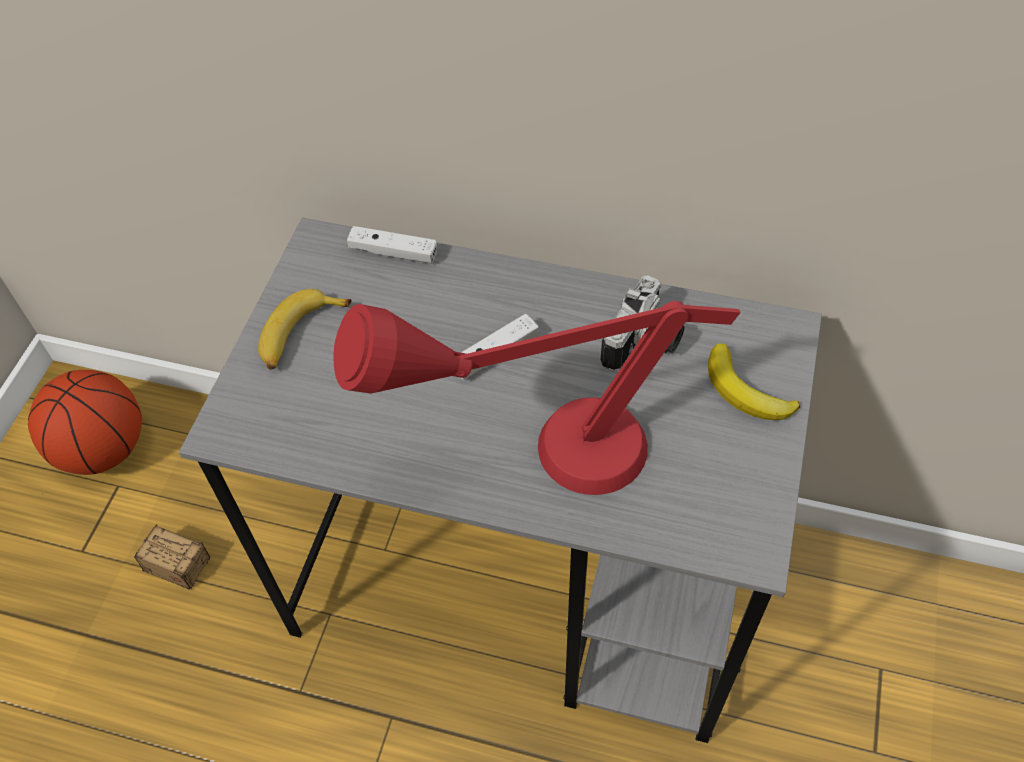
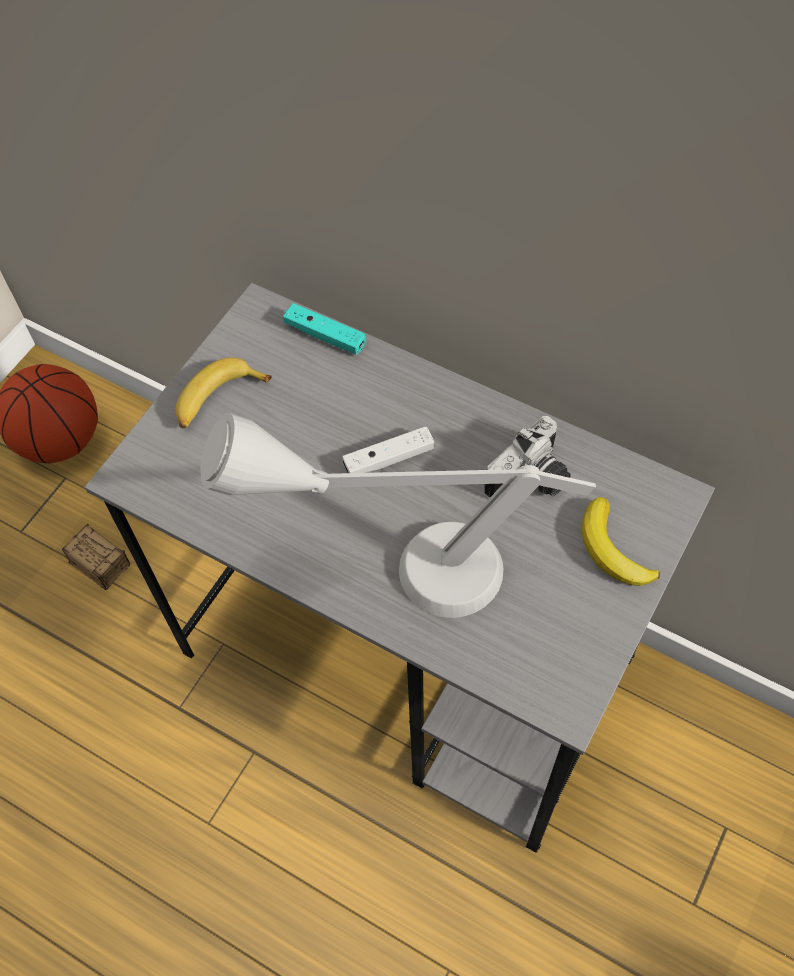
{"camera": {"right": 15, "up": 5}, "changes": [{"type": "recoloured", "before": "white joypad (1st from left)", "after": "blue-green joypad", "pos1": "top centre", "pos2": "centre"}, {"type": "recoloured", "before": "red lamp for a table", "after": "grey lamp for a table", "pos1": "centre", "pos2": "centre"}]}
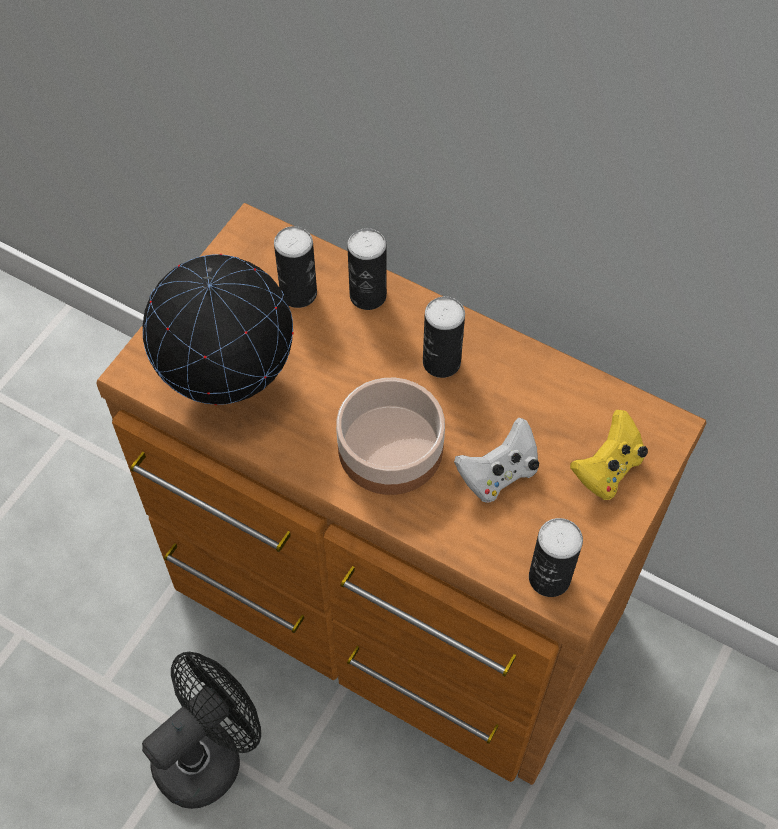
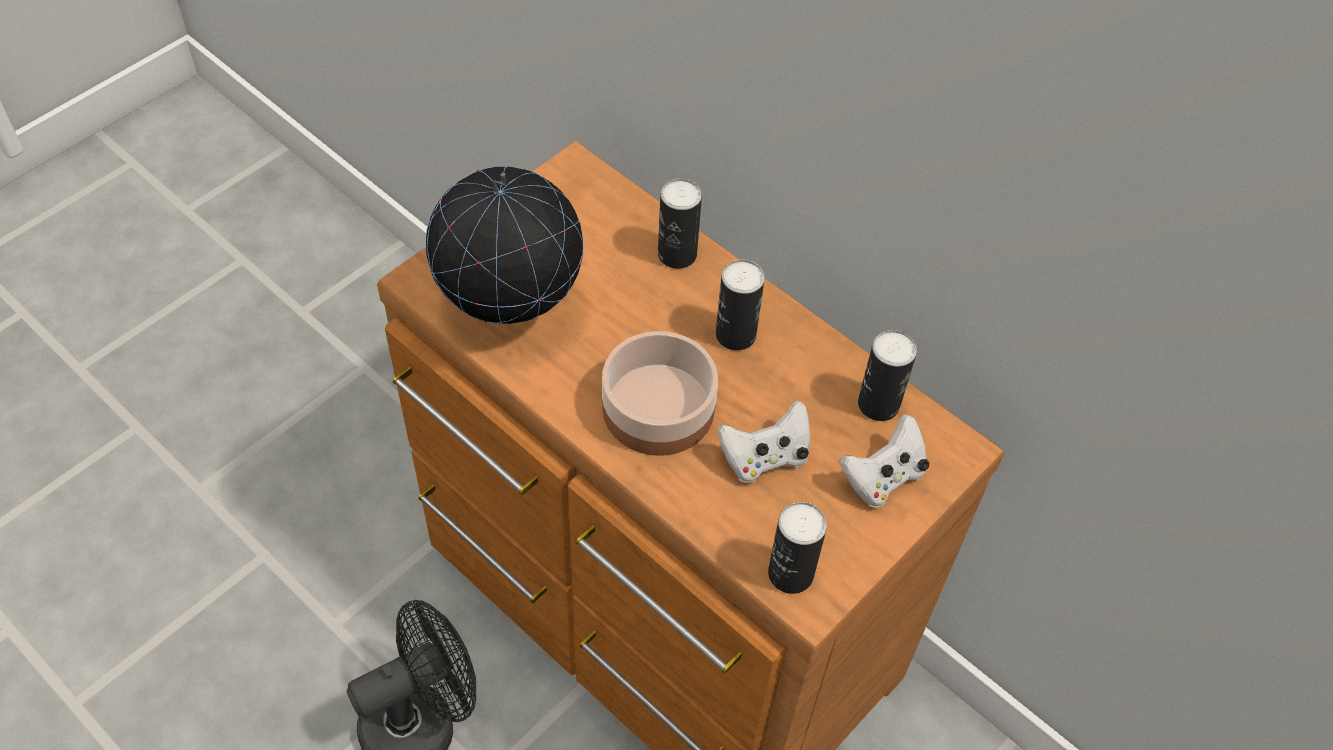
{"camera": {"right": 10, "up": -5}, "changes": [{"type": "moved", "before": "can (1st from left in the first image)", "after": "can (4th from left)", "pos1": "top centre", "pos2": "centre"}, {"type": "recoloured", "before": "yellow-coloured joypad", "after": "white joypad (2nd from left)", "pos1": "middle right", "pos2": "centre"}]}
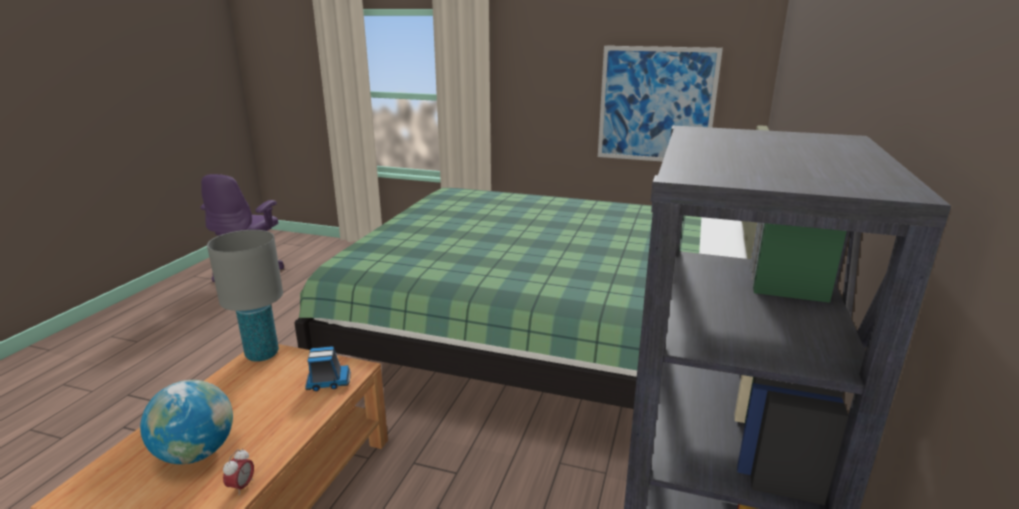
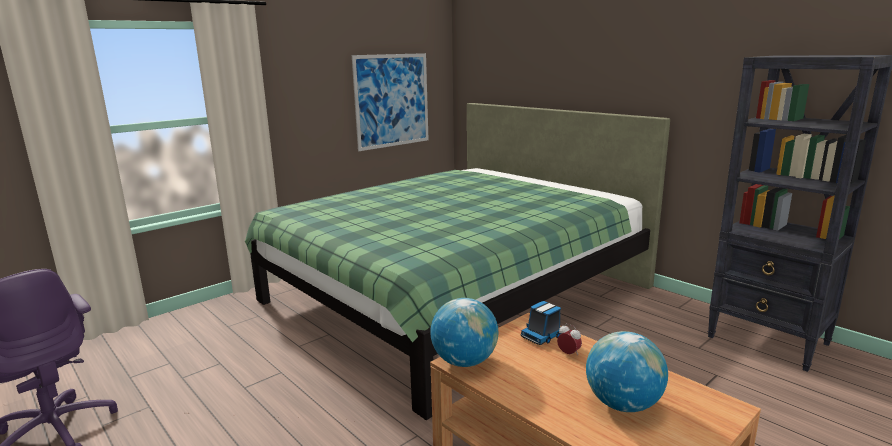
{"camera": {"right": -60, "up": -5}, "changes": [{"type": "replaced", "before": "grey lamp for a table", "after": "desk globe (1st from left)", "pos1": "middle left", "pos2": "bottom centre"}, {"type": "turned", "before": "model truck", "pos1": "bottom left", "pos2": "bottom centre", "turn": -150}, {"type": "moved", "before": "table clock", "pos1": "bottom left", "pos2": "bottom centre"}]}
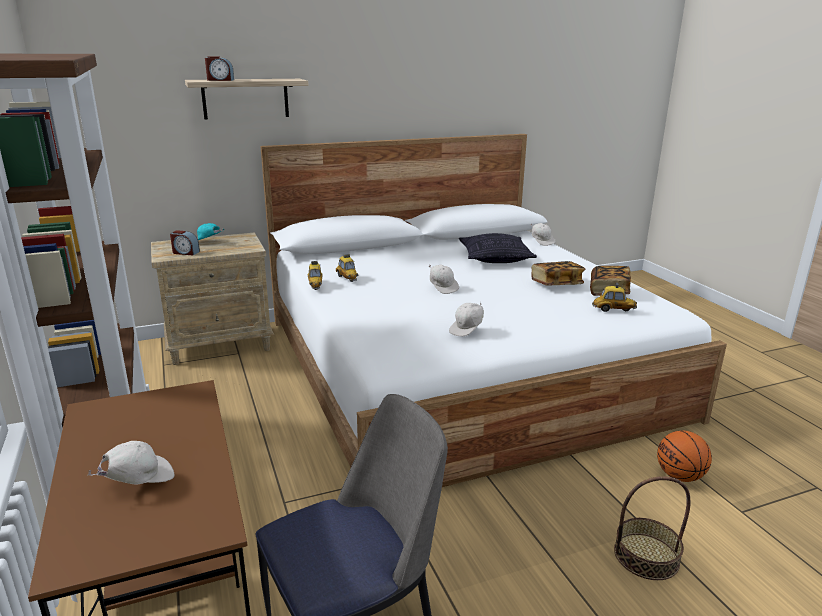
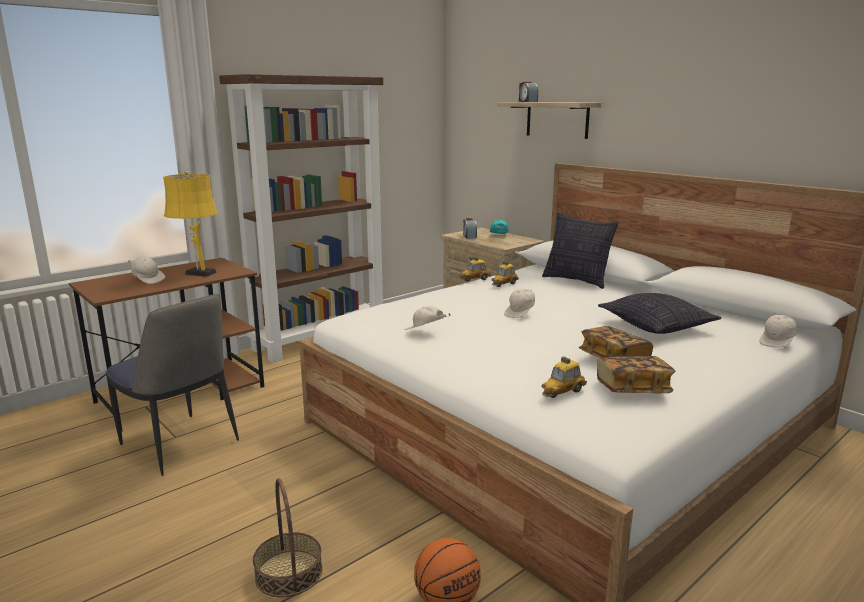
{"camera": {"right": 70, "up": -5}, "changes": [{"type": "turned", "before": "model car (3rd from left)", "pos1": "middle right", "pos2": "centre", "turn": 60}, {"type": "added", "after": "yellow-coloured lamp for a table", "pos2": "middle left"}, {"type": "added", "after": "pillow (1st from left)", "pos2": "middle right"}]}
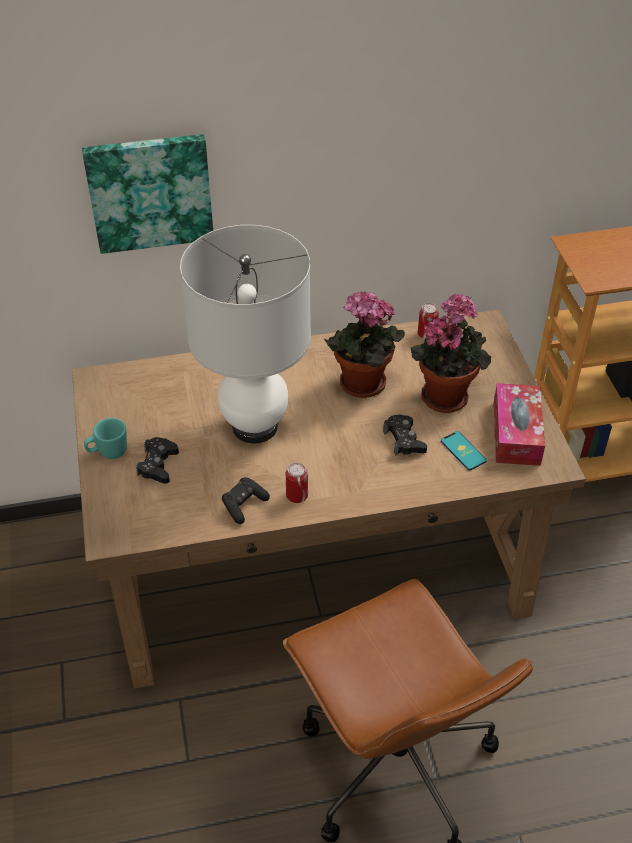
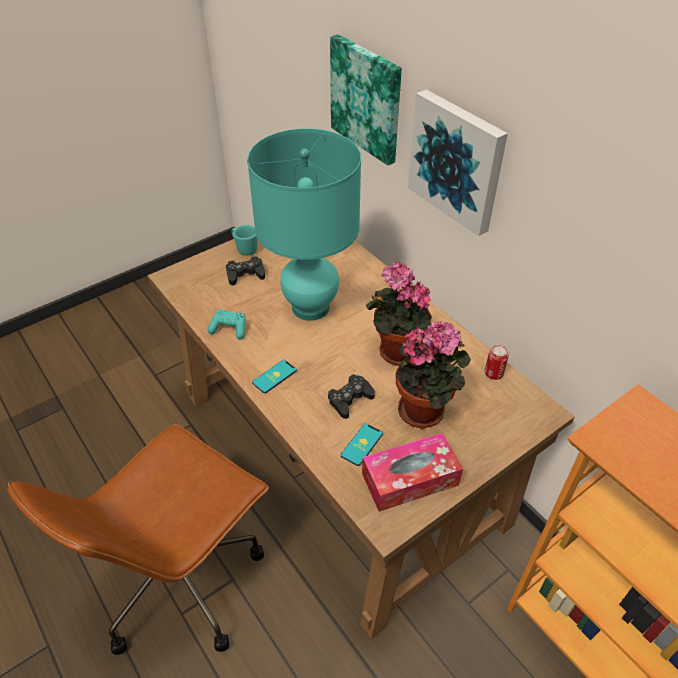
{"camera": {"right": 65, "up": 0}, "changes": [{"type": "recoloured", "before": "white lamp for a table", "after": "blue-green lamp for a table", "pos1": "centre", "pos2": "top centre"}, {"type": "removed", "before": "can (1st from left)", "pos1": "centre"}, {"type": "recoloured", "before": "black-coloured joypad (2nd from left)", "after": "blue-green joypad", "pos1": "centre", "pos2": "centre"}, {"type": "added", "after": "wall picture (2nd from left)", "pos2": "top right"}, {"type": "added", "after": "telephone (1st from left)", "pos2": "centre"}]}
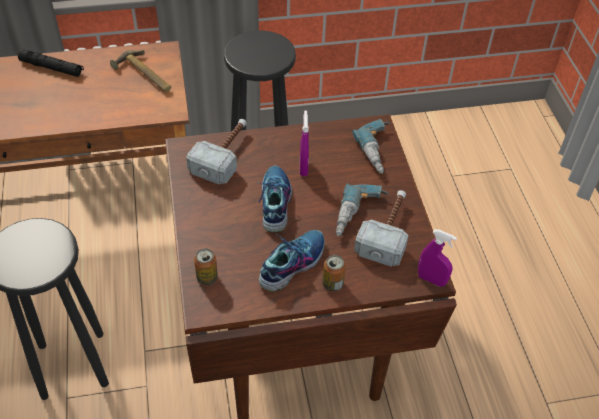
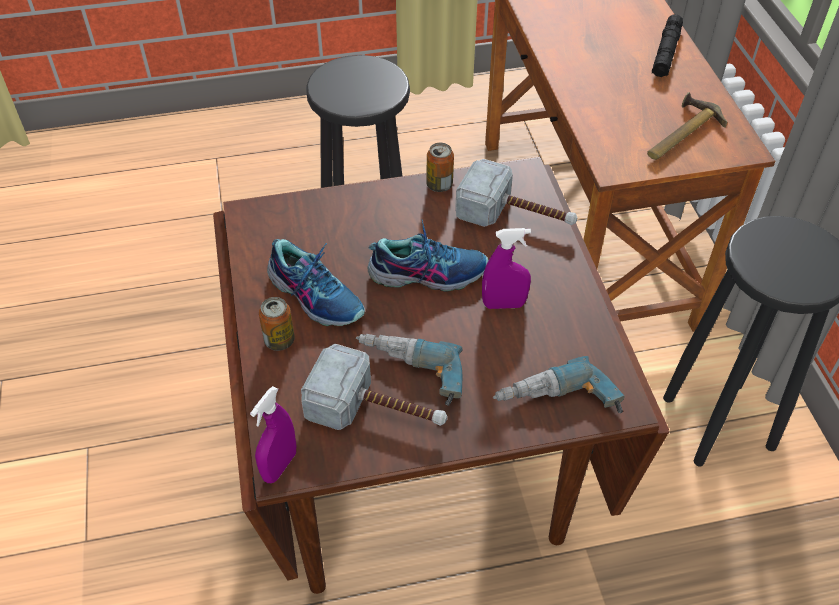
{"camera": {"right": 90, "up": 0}, "changes": [{"type": "moved", "before": "can (1st from left in the first image)", "after": "can (2nd from left)", "pos1": "centre", "pos2": "top centre"}]}
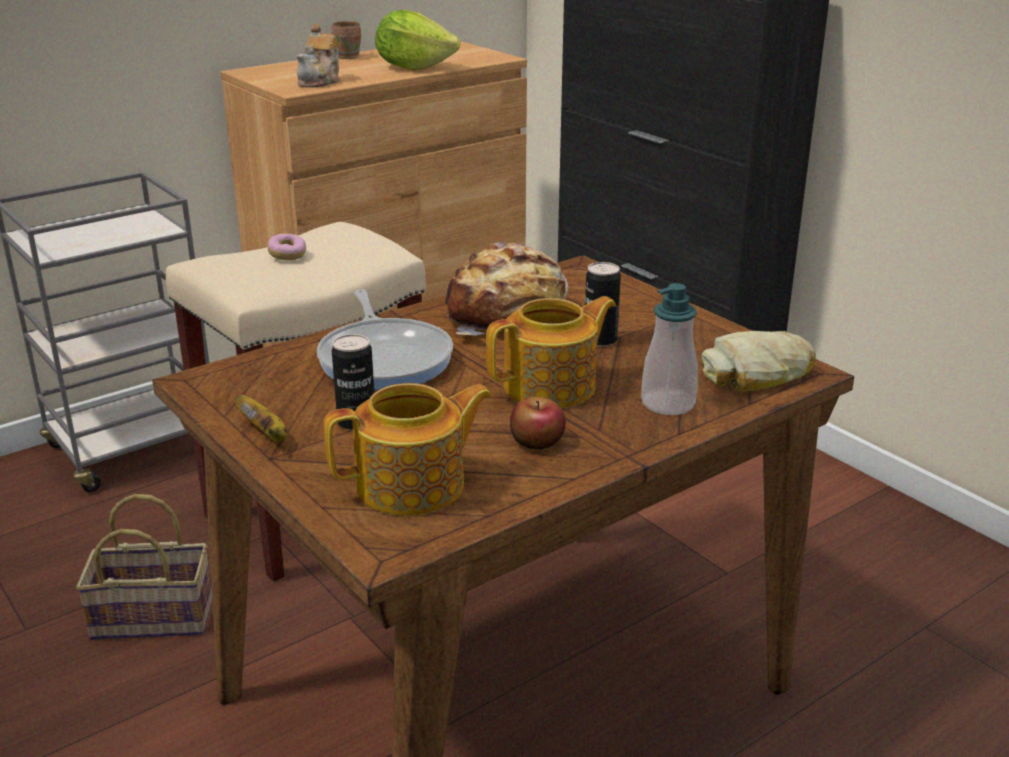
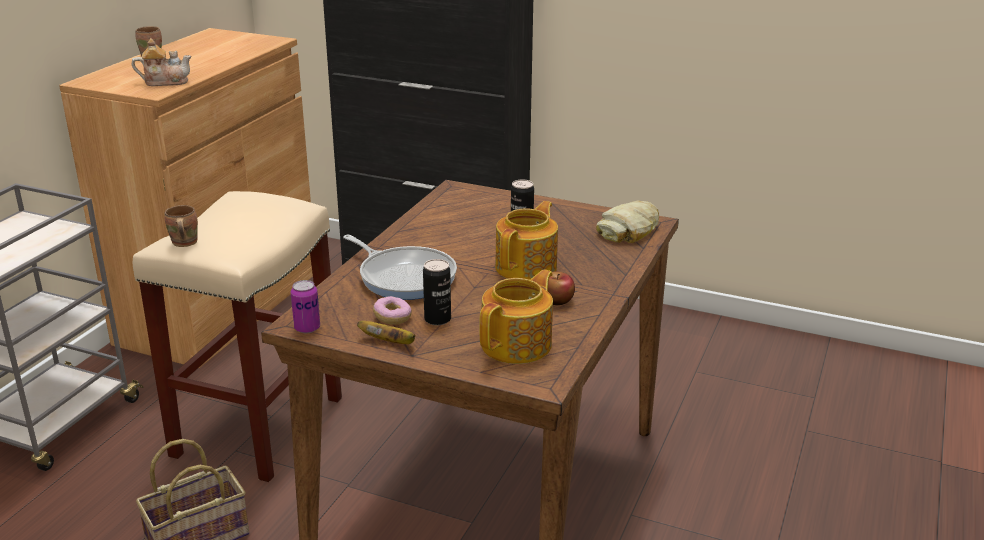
{"camera": {"right": -30, "up": 0}, "changes": [{"type": "removed", "before": "lettuce", "pos1": "top centre"}, {"type": "turned", "before": "tea pot (1st from left)", "pos1": "top left", "pos2": "top left", "turn": -90}, {"type": "moved", "before": "doughnut", "pos1": "top left", "pos2": "centre"}, {"type": "removed", "before": "bread (1st from left)", "pos1": "centre"}, {"type": "removed", "before": "liquid soap bottle", "pos1": "centre"}, {"type": "added", "after": "brownish tea mug (2nd from left)", "pos2": "middle left"}, {"type": "added", "after": "can (1st from left)", "pos2": "middle left"}]}
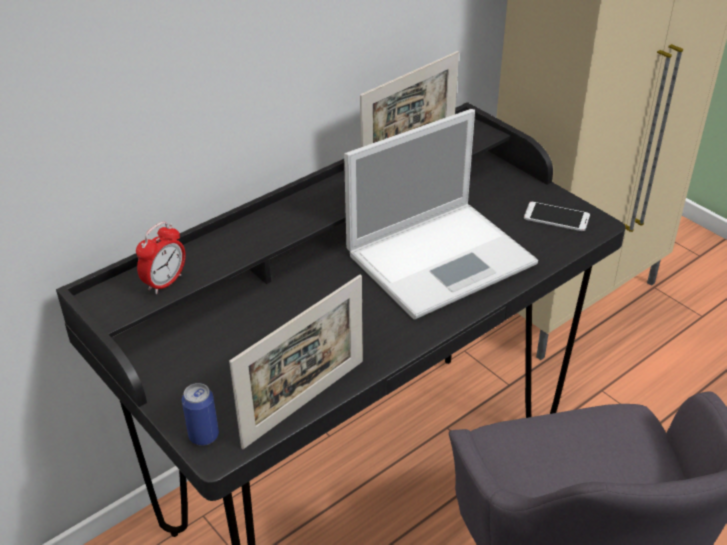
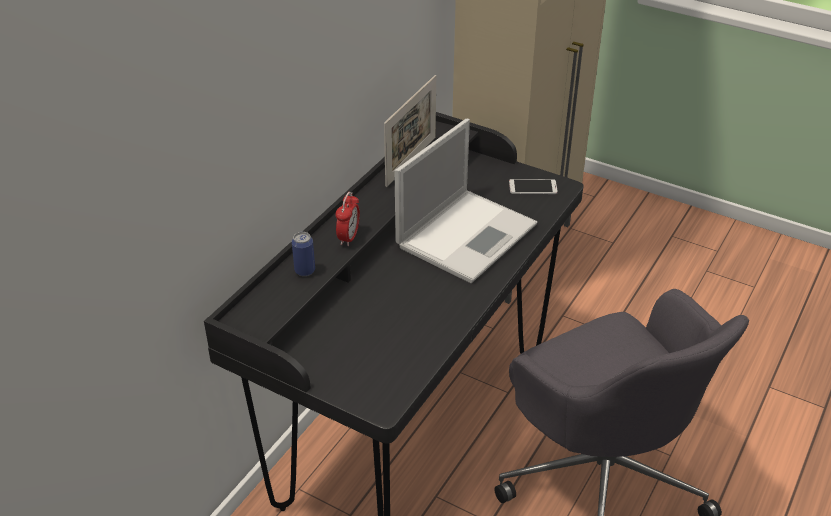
{"camera": {"right": -20, "up": 0}, "changes": [{"type": "moved", "before": "table clock", "pos1": "middle left", "pos2": "centre"}, {"type": "removed", "before": "standing frame (1st from left)", "pos1": "centre"}, {"type": "moved", "before": "can", "pos1": "bottom left", "pos2": "centre"}]}
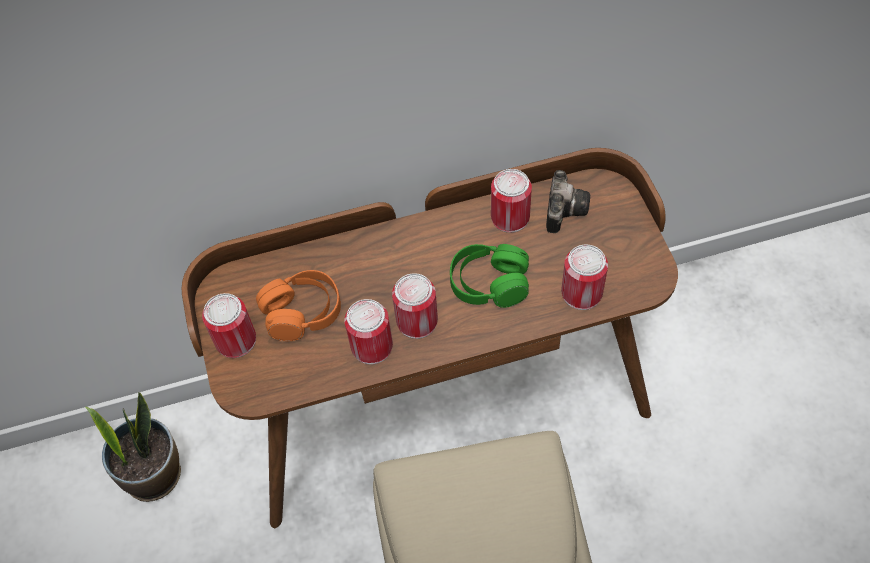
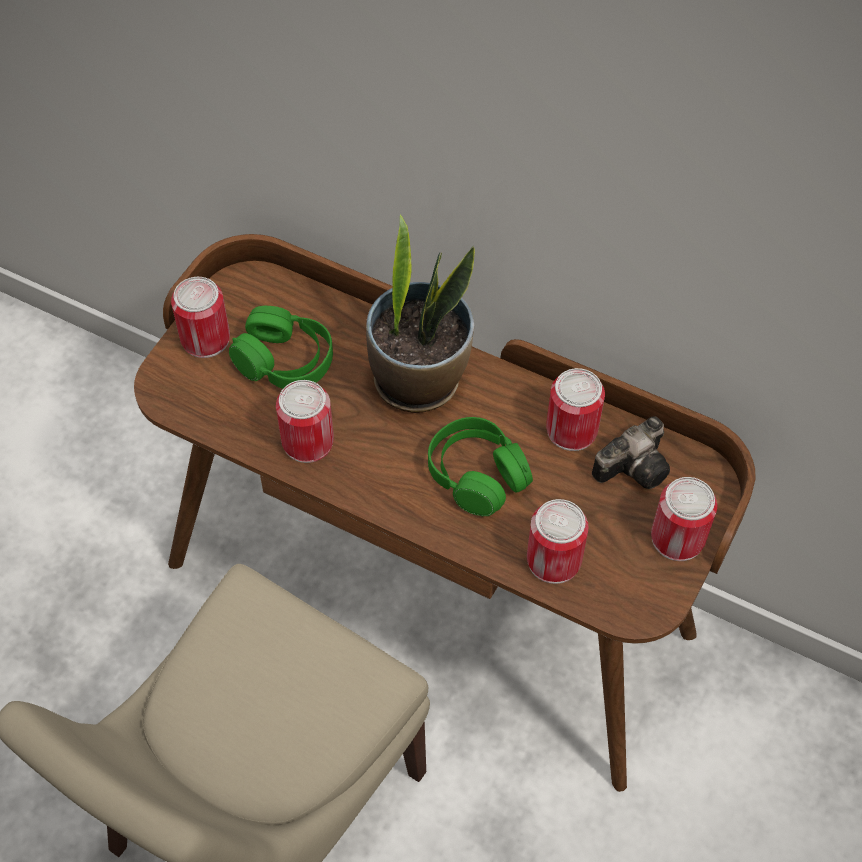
{"camera": {"right": 40, "up": 0}, "changes": [{"type": "recoloured", "before": "orange-coloured headphones", "after": "greenish headphones (1st from left)", "pos1": "centre", "pos2": "middle left"}, {"type": "moved", "before": "can (3rd from left in the first image)", "after": "can (5th from left)", "pos1": "centre", "pos2": "middle right"}, {"type": "moved", "before": "houseplant", "pos1": "bottom left", "pos2": "centre"}]}
